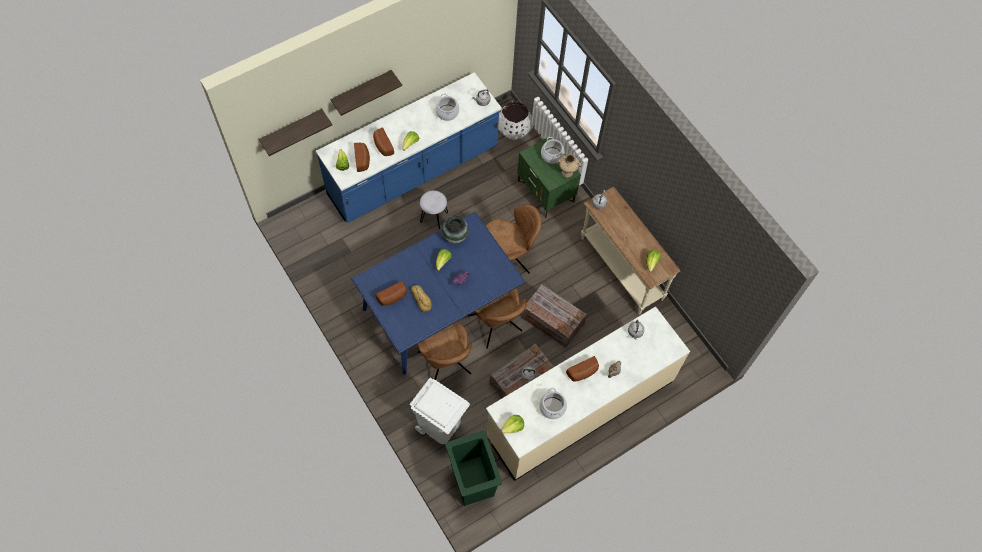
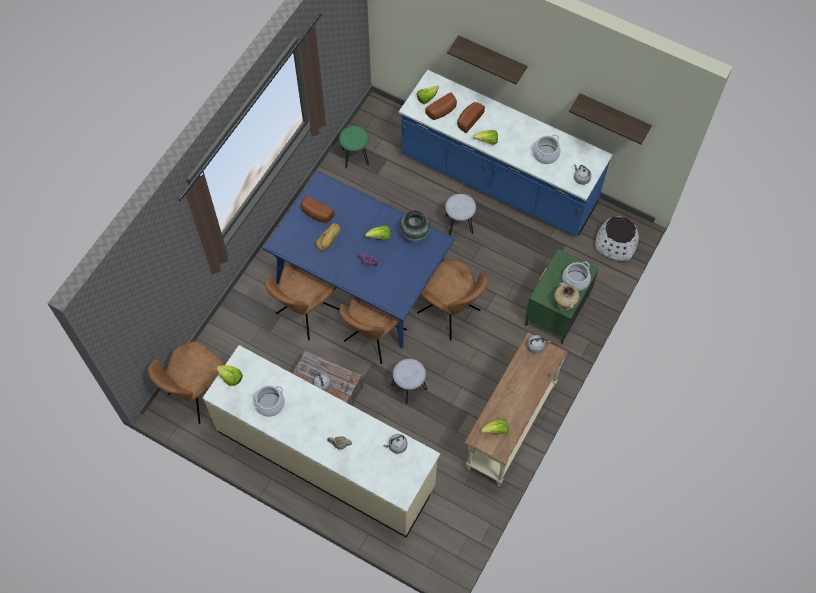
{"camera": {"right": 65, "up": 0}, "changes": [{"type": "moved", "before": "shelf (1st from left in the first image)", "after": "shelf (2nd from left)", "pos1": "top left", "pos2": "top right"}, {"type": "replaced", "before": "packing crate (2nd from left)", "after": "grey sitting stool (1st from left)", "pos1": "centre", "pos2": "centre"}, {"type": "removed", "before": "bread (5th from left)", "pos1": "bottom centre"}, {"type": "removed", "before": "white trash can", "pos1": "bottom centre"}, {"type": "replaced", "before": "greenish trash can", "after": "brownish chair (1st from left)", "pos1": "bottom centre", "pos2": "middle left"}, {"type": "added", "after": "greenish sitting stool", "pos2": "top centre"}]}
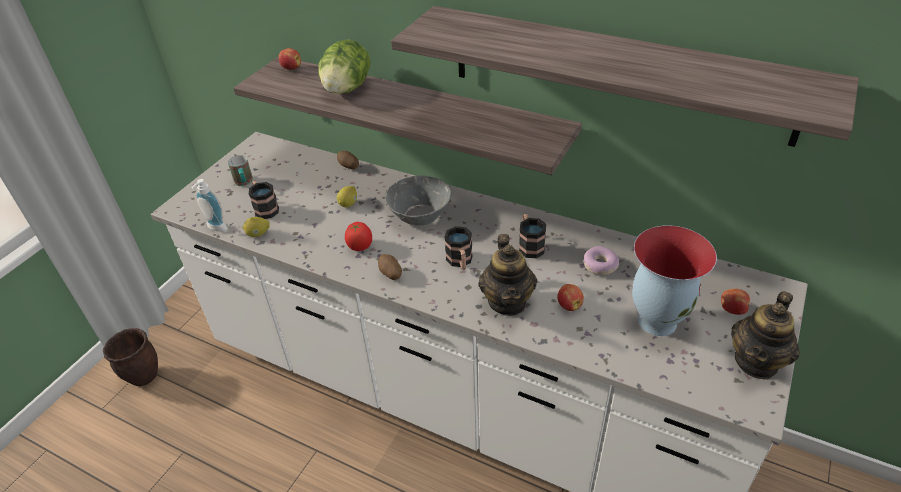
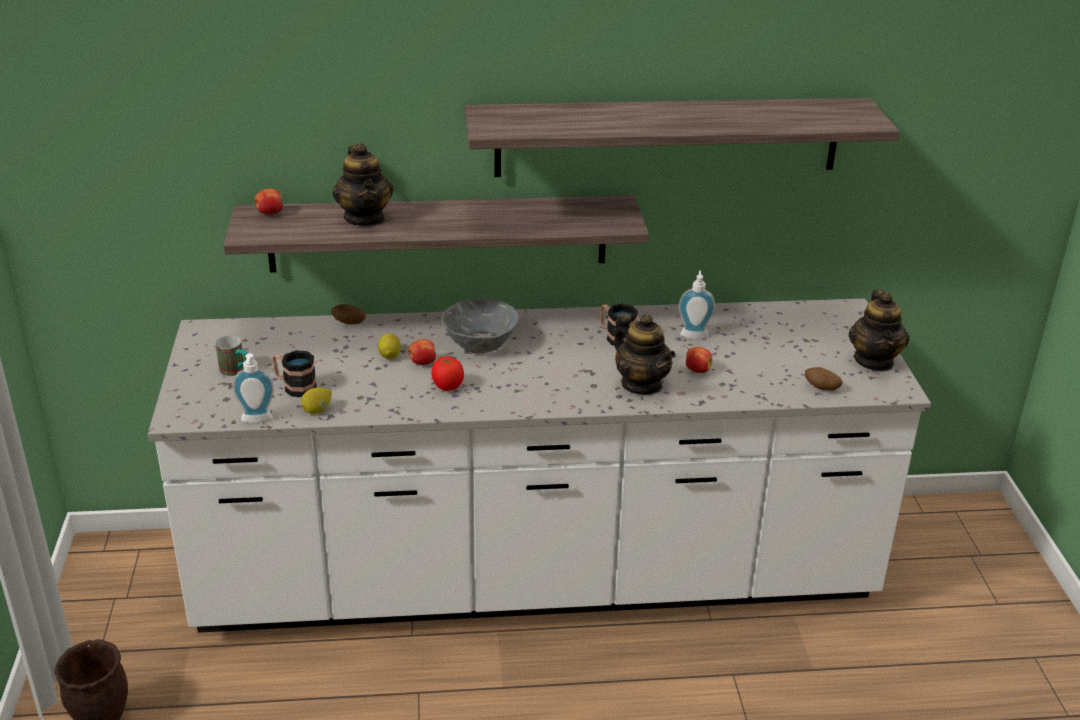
{"camera": {"right": -35, "up": -10}, "changes": [{"type": "replaced", "before": "lettuce", "after": "tea pot (1st from left)", "pos1": "top centre", "pos2": "top centre"}, {"type": "removed", "before": "decorative vase", "pos1": "middle right"}, {"type": "removed", "before": "tea mug (3rd from left)", "pos1": "centre"}, {"type": "replaced", "before": "doughnut", "after": "liquid soap bottle (2nd from left)", "pos1": "middle right", "pos2": "centre"}, {"type": "moved", "before": "whole potato (2nd from left)", "pos1": "centre", "pos2": "middle right"}, {"type": "moved", "before": "apple fruit (3rd from left in the first image)", "after": "apple fruit (2nd from left)", "pos1": "middle right", "pos2": "centre"}]}
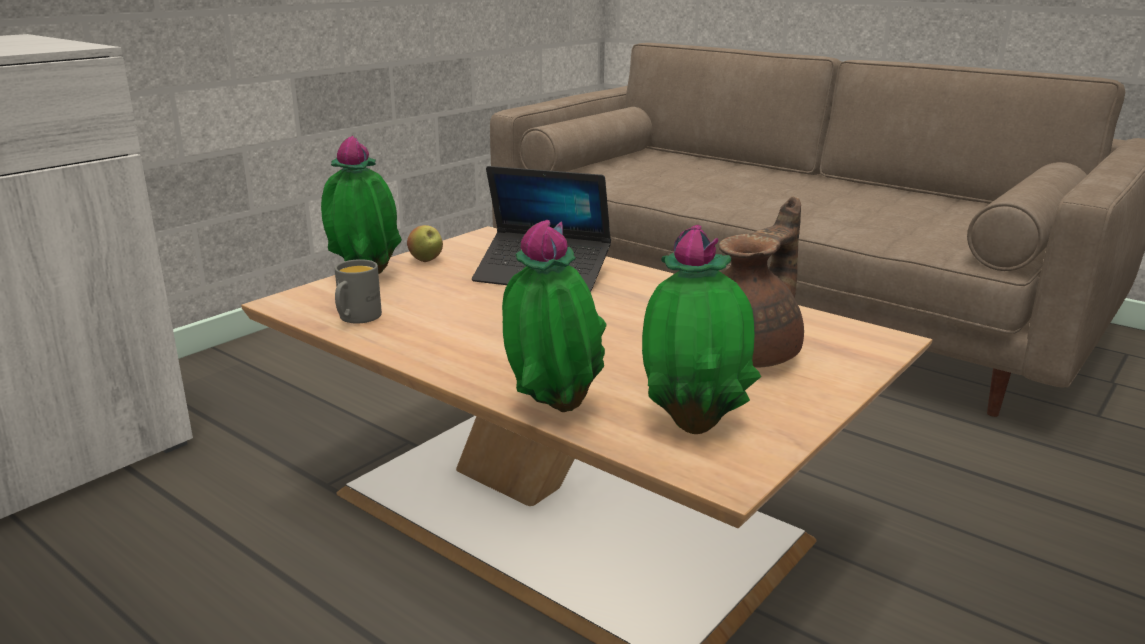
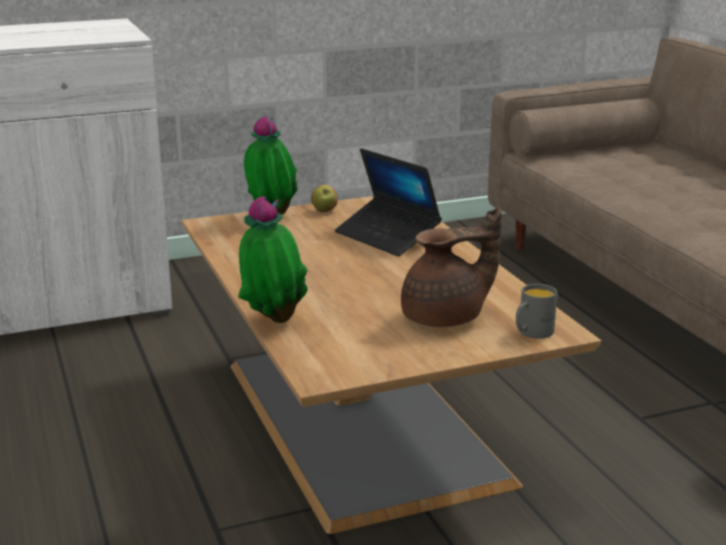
{"camera": {"right": 30, "up": 0}, "changes": [{"type": "removed", "before": "houseplant (3rd from left)", "pos1": "centre"}, {"type": "moved", "before": "grey tea mug", "pos1": "middle left", "pos2": "middle right"}]}
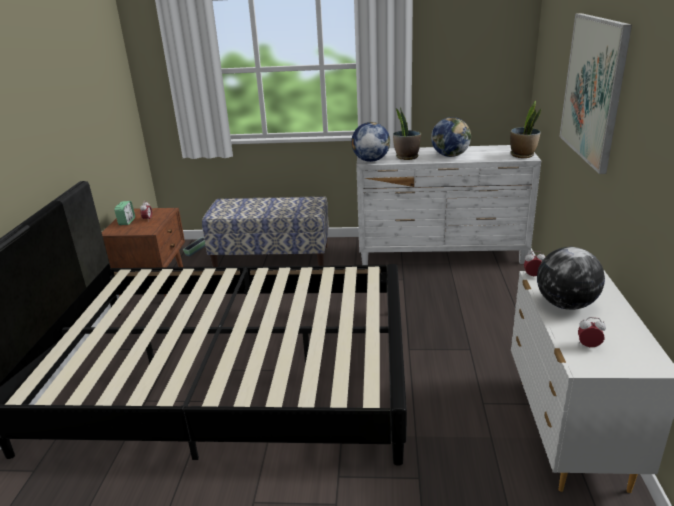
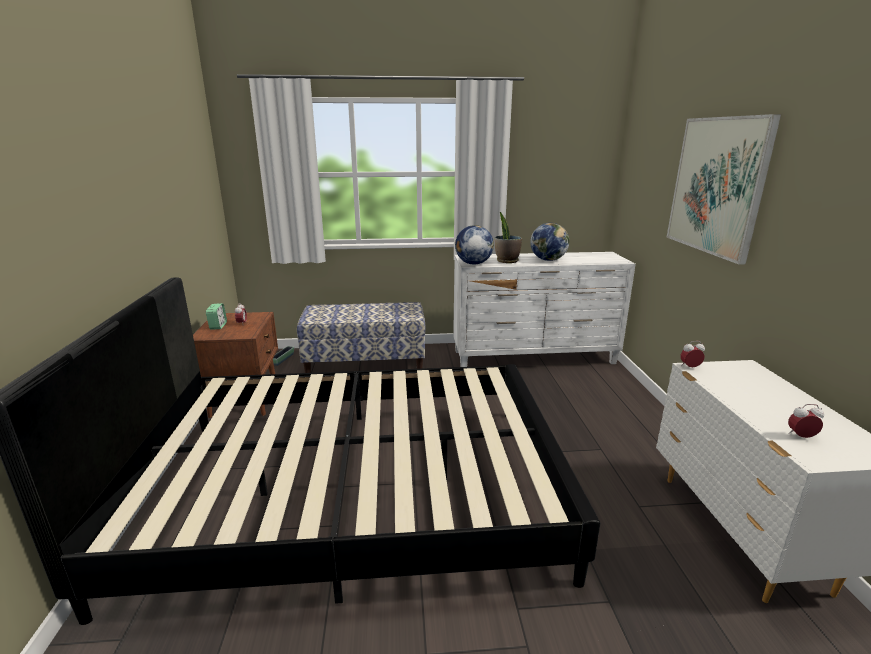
{"camera": {"right": -10, "up": -5}, "changes": [{"type": "removed", "before": "houseplant (2nd from left)", "pos1": "top right"}, {"type": "removed", "before": "desk globe (3rd from left)", "pos1": "middle right"}]}
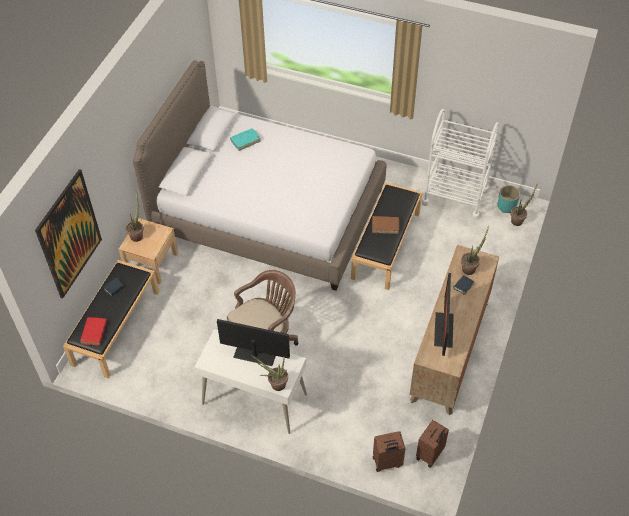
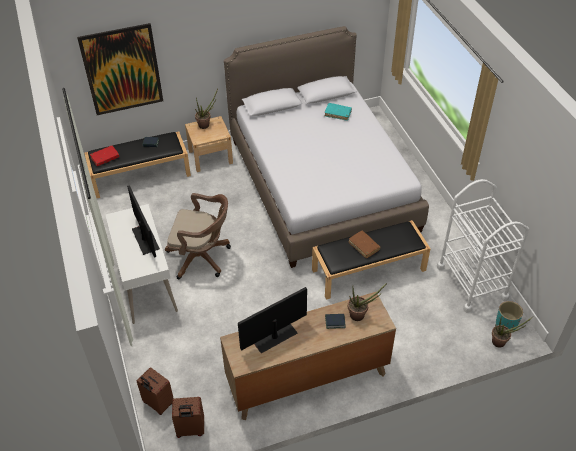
{"camera": {"right": 50, "up": -5}, "changes": [{"type": "removed", "before": "houseplant (2nd from left)", "pos1": "bottom centre"}]}
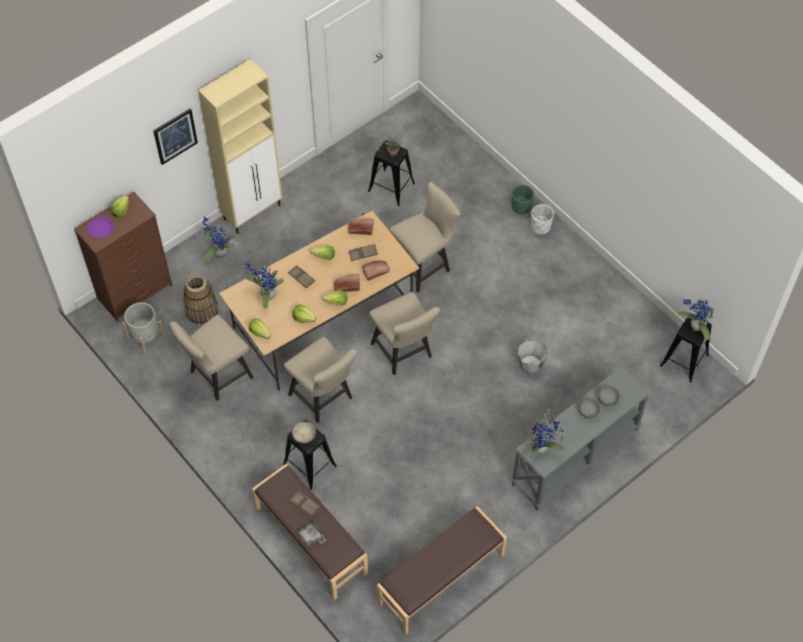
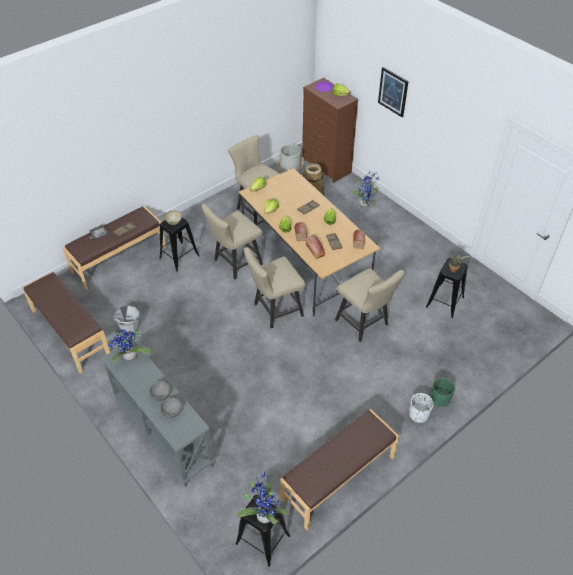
{"camera": {"right": 90, "up": -10}, "changes": [{"type": "removed", "before": "beige cupboard", "pos1": "top left"}, {"type": "removed", "before": "houseplant (2nd from left)", "pos1": "middle left"}, {"type": "moved", "before": "grey pail", "pos1": "centre", "pos2": "middle left"}, {"type": "added", "after": "brownish indoor bench (3rd from left)", "pos2": "bottom centre"}]}
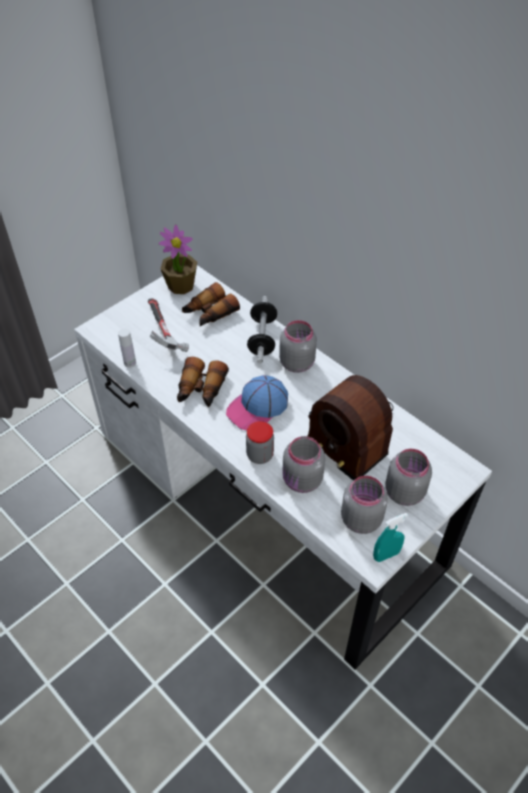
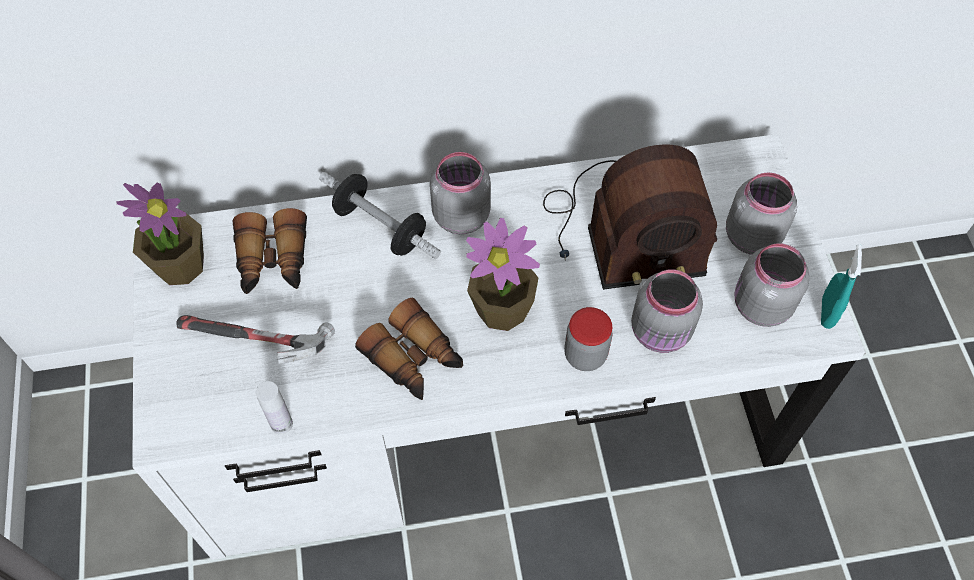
{"camera": {"right": -55, "up": 10}, "changes": [{"type": "replaced", "before": "peaked cap", "after": "houseplant (2nd from left)", "pos1": "centre", "pos2": "centre"}]}
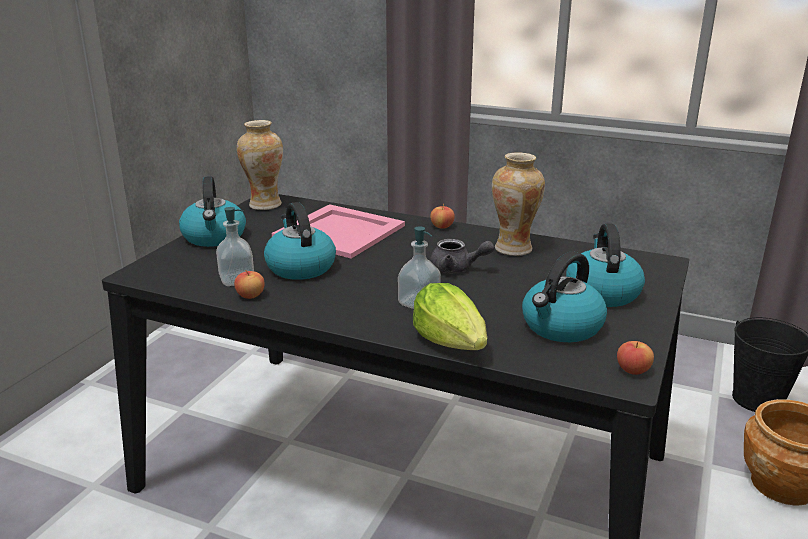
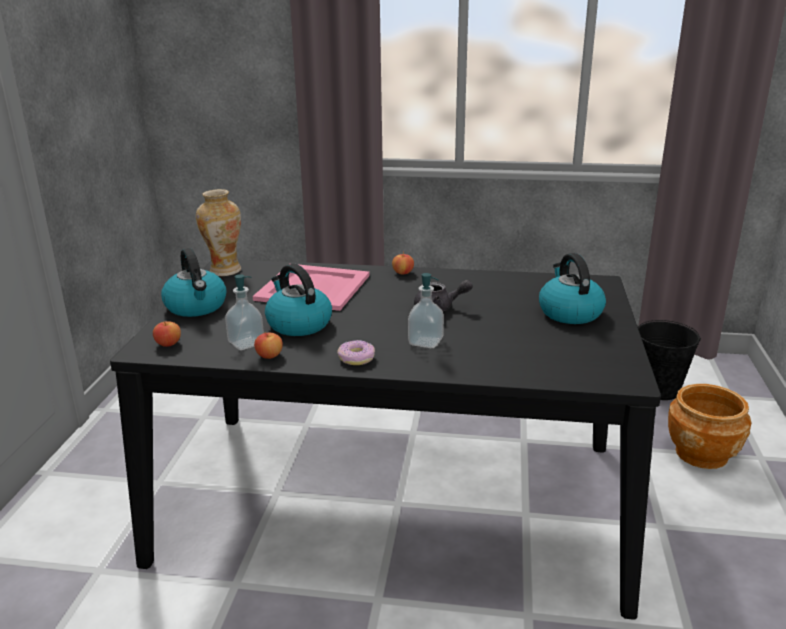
{"camera": {"right": -15, "up": 0}, "changes": [{"type": "removed", "before": "decorative vase (2nd from left)", "pos1": "centre"}, {"type": "removed", "before": "kettle (3rd from left)", "pos1": "middle right"}, {"type": "removed", "before": "lettuce", "pos1": "centre"}, {"type": "moved", "before": "apple fruit (3rd from left in the first image)", "after": "apple fruit (1st from left)", "pos1": "middle right", "pos2": "middle left"}, {"type": "added", "after": "doughnut", "pos2": "centre"}]}
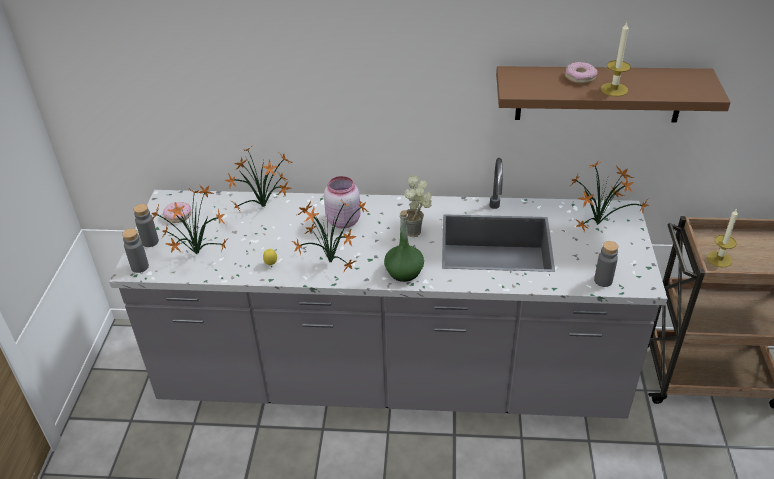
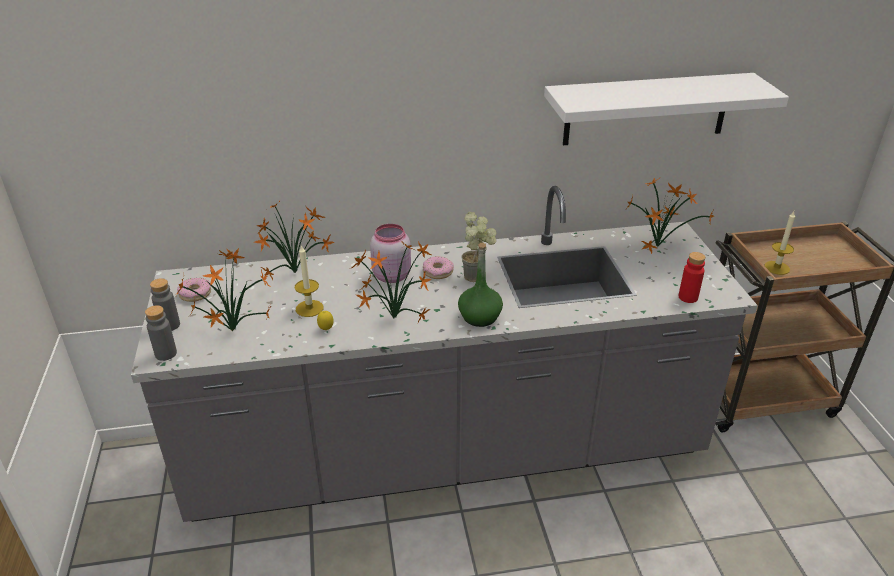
{"camera": {"right": -15, "up": -5}, "changes": [{"type": "moved", "before": "candle (1st from left)", "pos1": "top right", "pos2": "centre"}, {"type": "moved", "before": "doughnut (2nd from left)", "pos1": "top right", "pos2": "centre"}, {"type": "recoloured", "before": "brownish shelf", "after": "white shelf", "pos1": "top right", "pos2": "top right"}, {"type": "recoloured", "before": "grey bottle (3rd from left)", "after": "red bottle", "pos1": "middle right", "pos2": "middle right"}]}
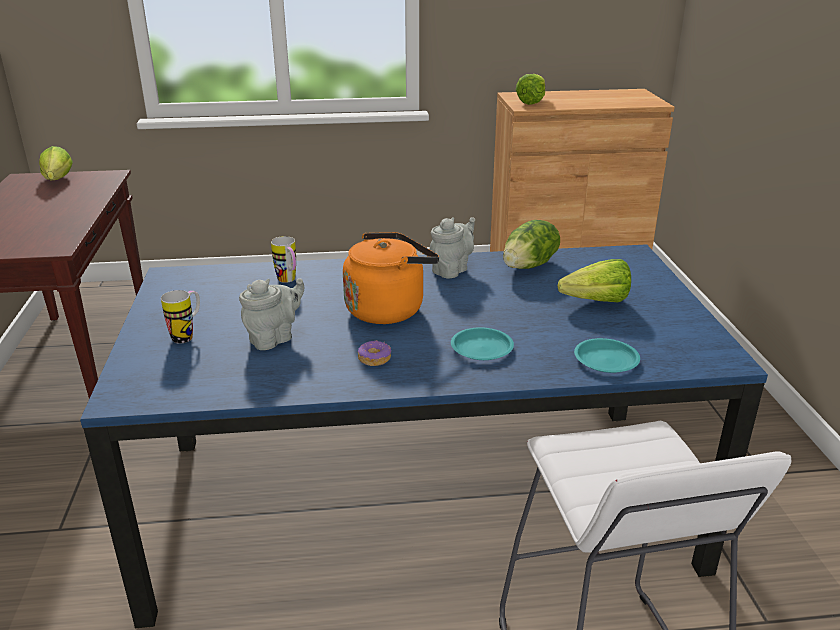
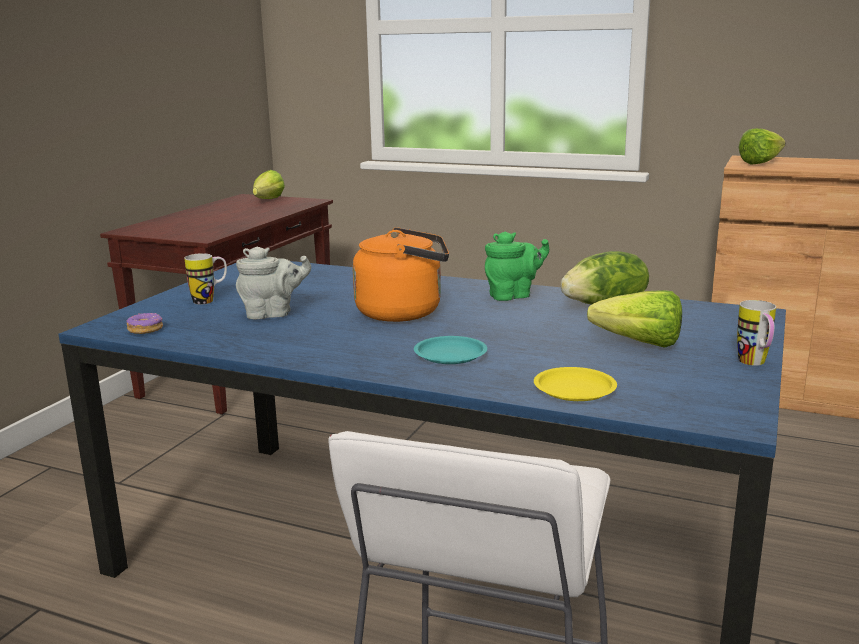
{"camera": {"right": 30, "up": -10}, "changes": [{"type": "recoloured", "before": "grey tea pot (2nd from left)", "after": "greenish tea pot", "pos1": "centre", "pos2": "centre"}, {"type": "moved", "before": "tea mug (2nd from left)", "pos1": "centre", "pos2": "middle right"}, {"type": "recoloured", "before": "blue-green flat dish (2nd from left)", "after": "yellow-coloured flat dish", "pos1": "middle right", "pos2": "middle right"}, {"type": "moved", "before": "doughnut", "pos1": "centre", "pos2": "middle left"}]}
